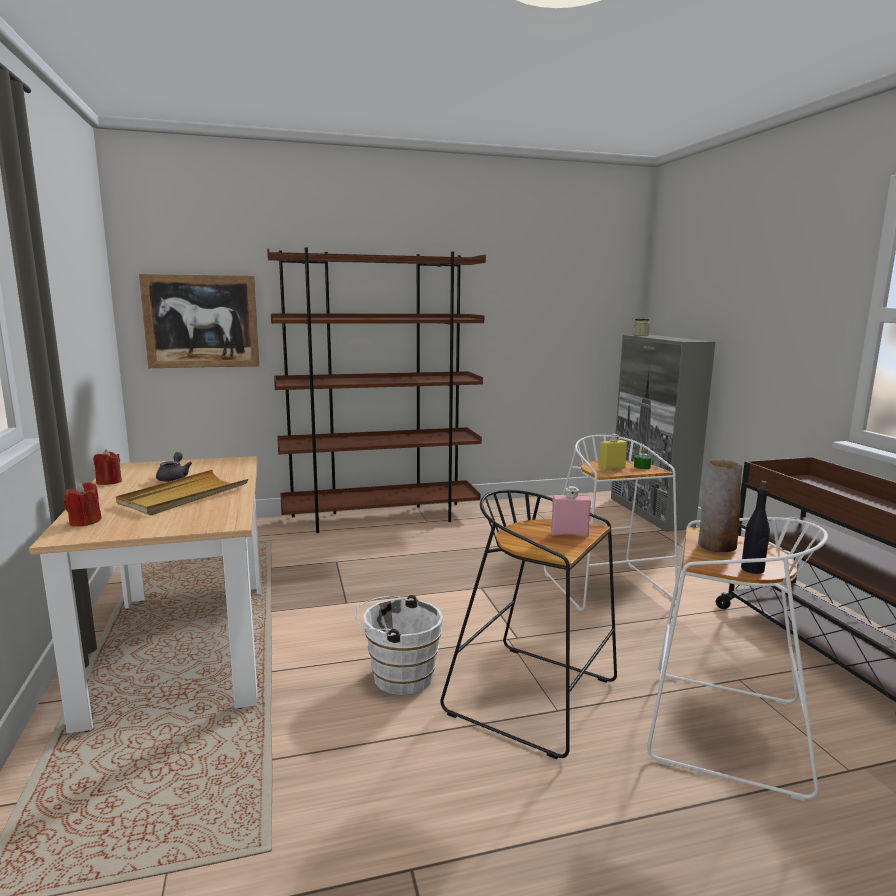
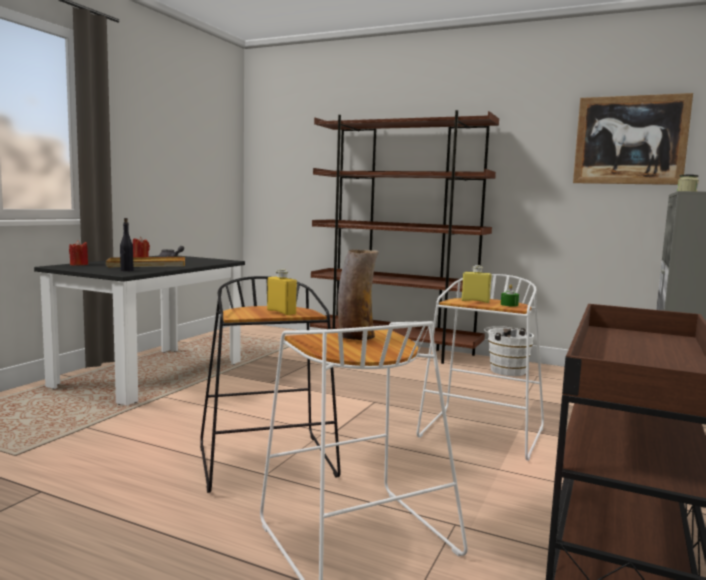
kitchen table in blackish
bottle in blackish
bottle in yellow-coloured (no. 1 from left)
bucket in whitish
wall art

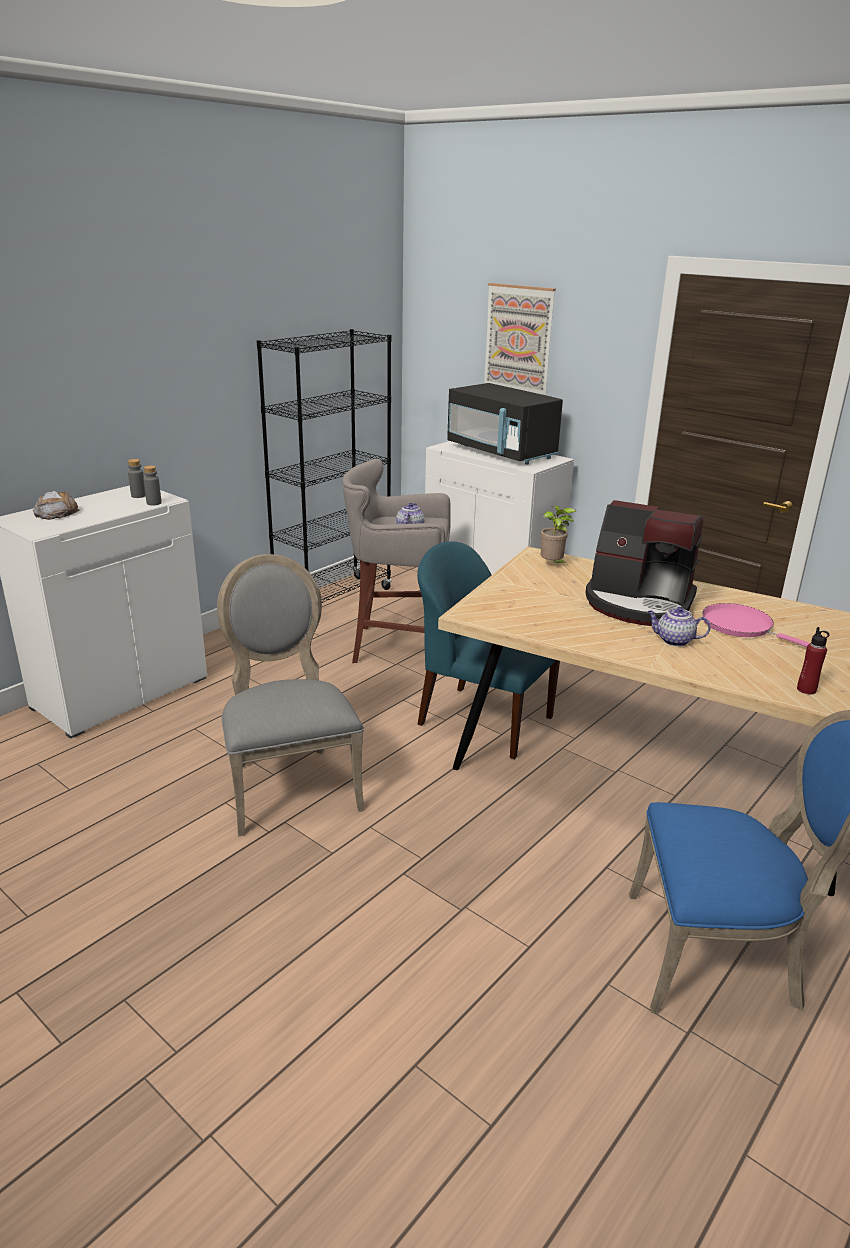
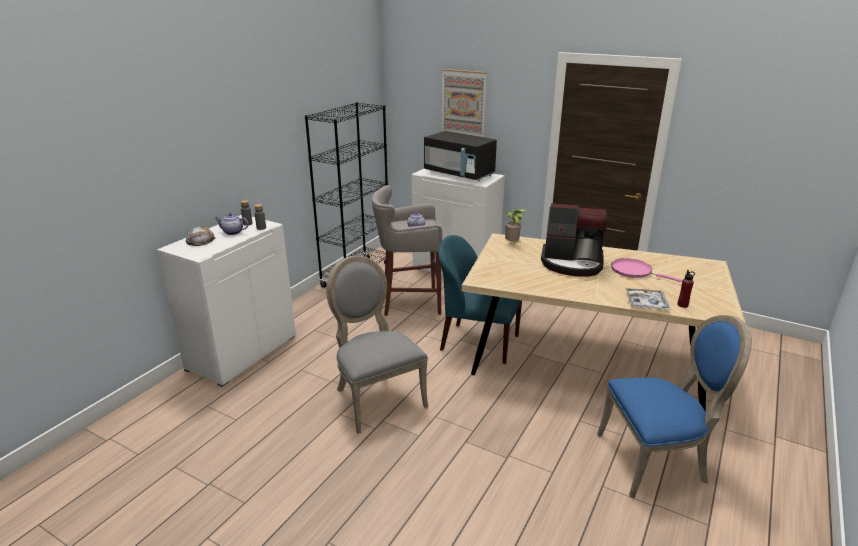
pot for tea (no. 1 from left)
tray

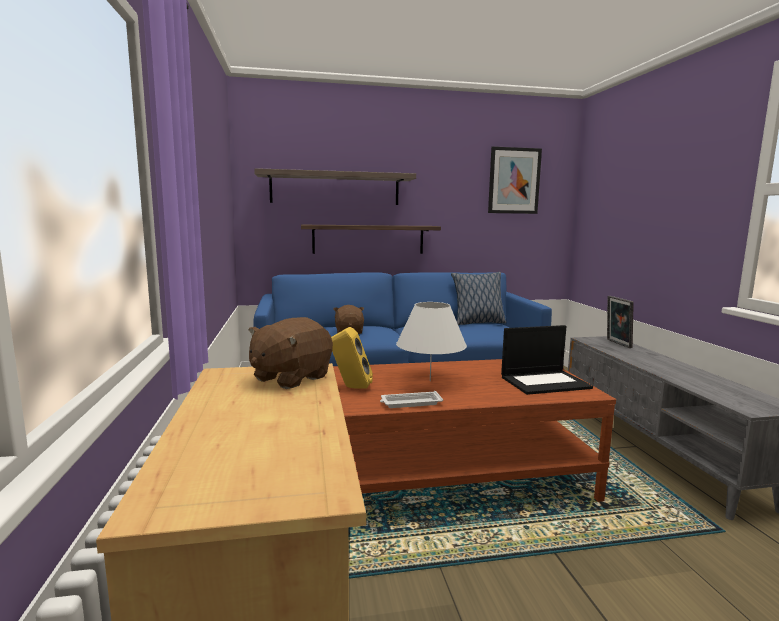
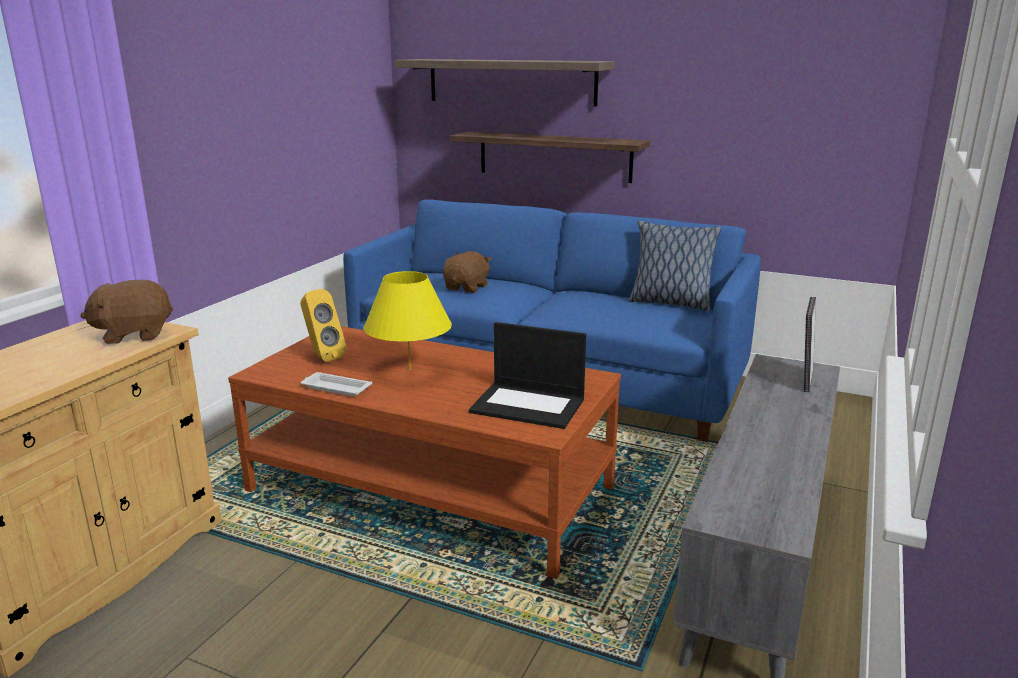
table lamp in yellow-coloured
wall art

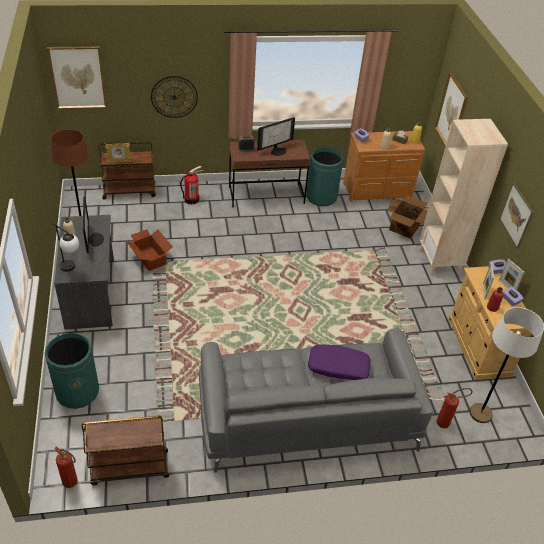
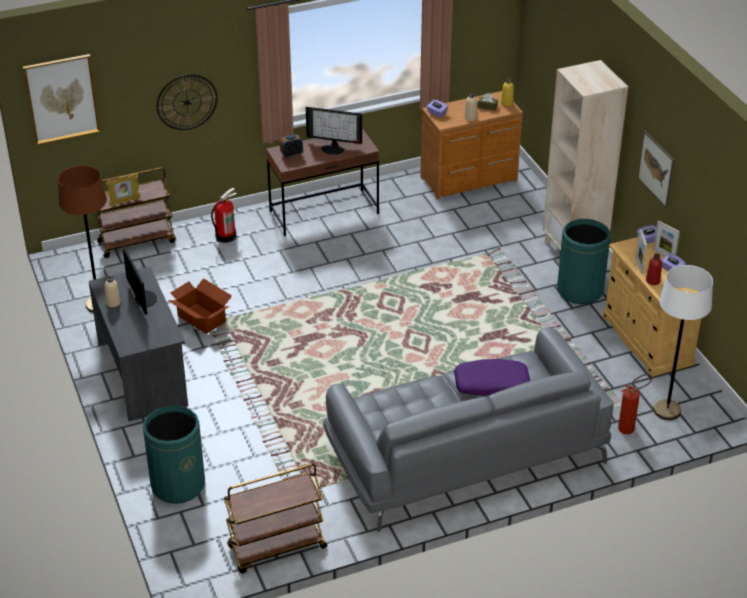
monitor (no. 2 from left)
waste bin in green (no. 2 from left)
table lamp
fire-fighting cylinder (no. 1 from left in the first image)
carton (no. 2 from left in the first image)
wall art (no. 2 from left in the first image)

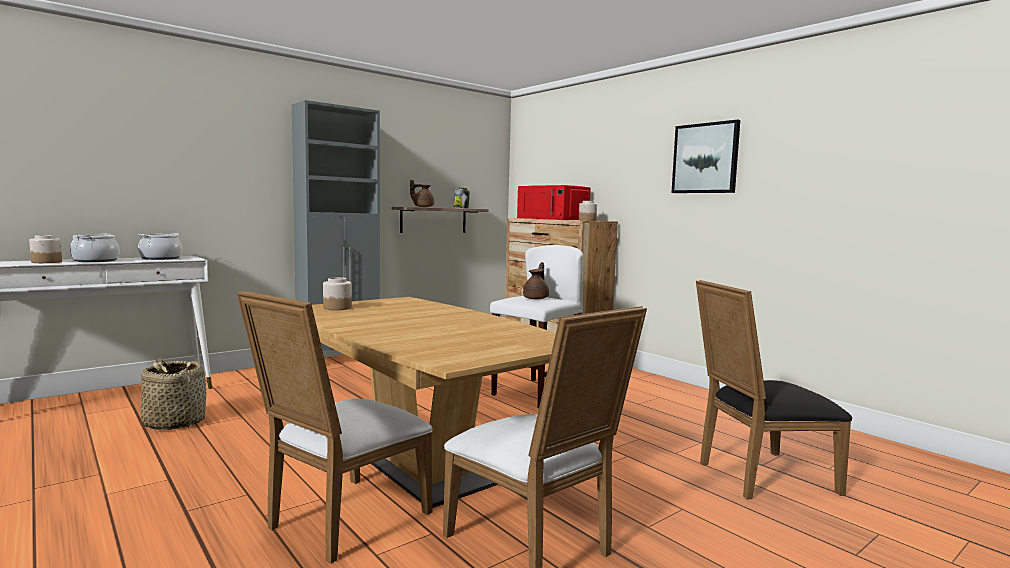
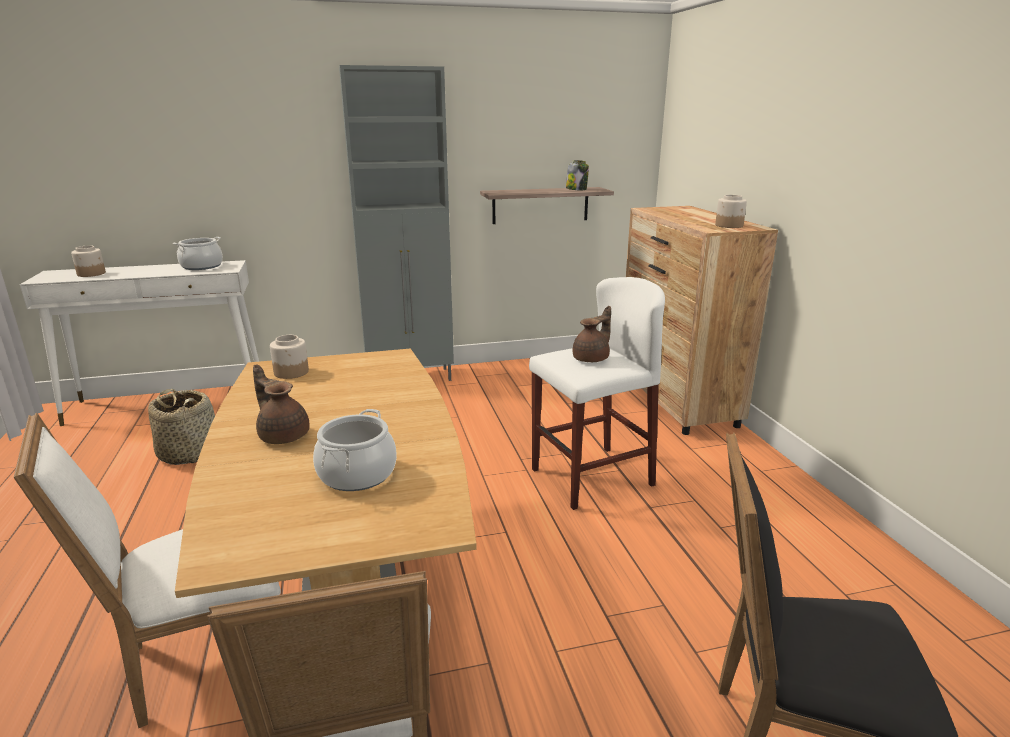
pot for tea in brown-coloured (no. 1 from left)
stockpot (no. 2 from left)
microwave in red
wall art

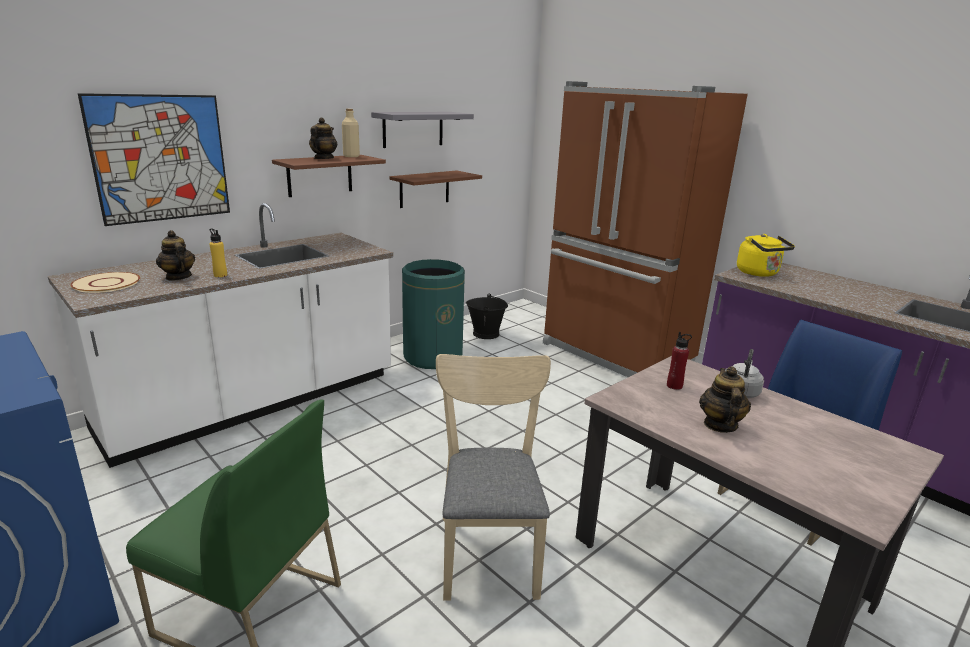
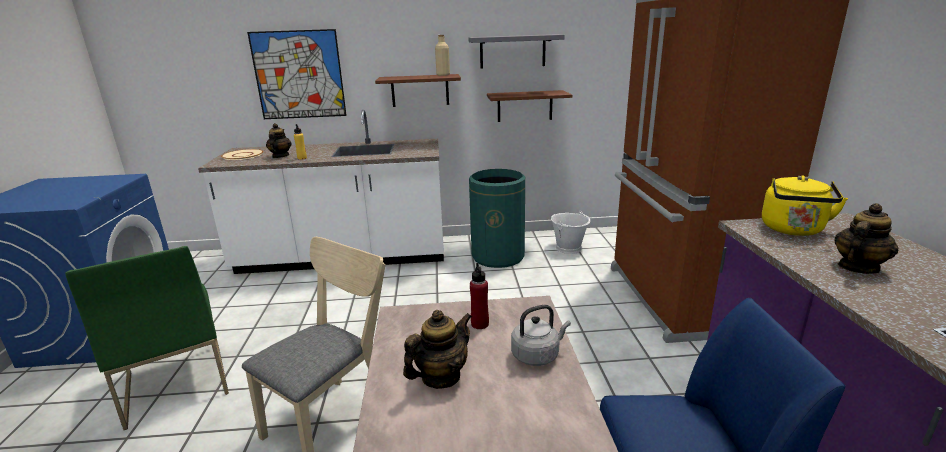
bucket in whitish
pot for tea (no. 3 from left)

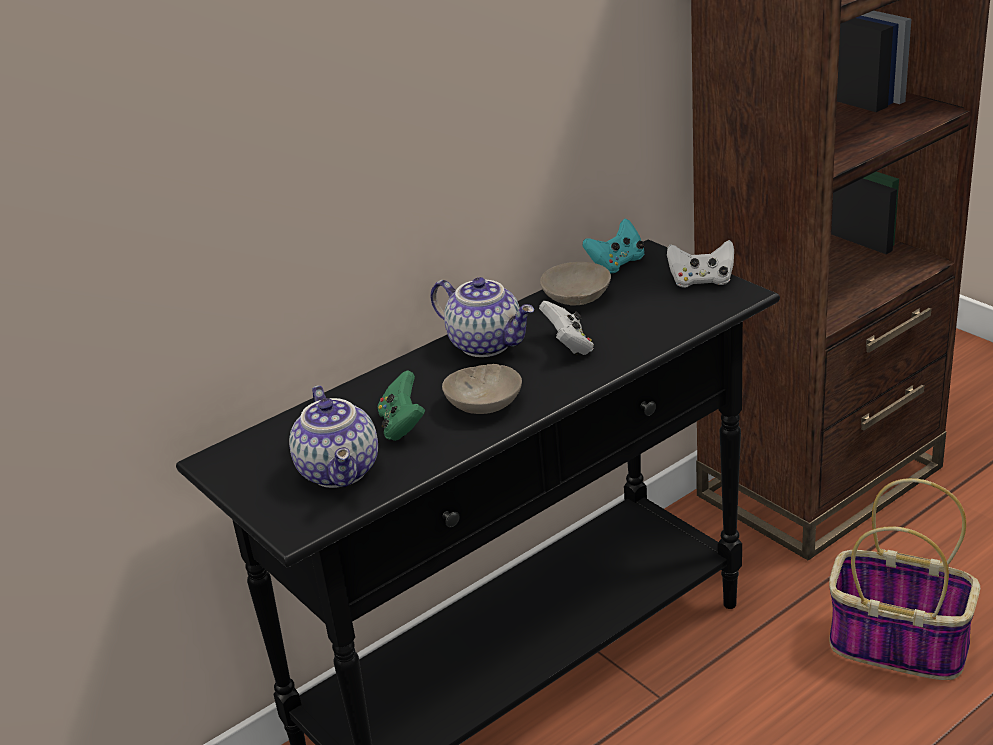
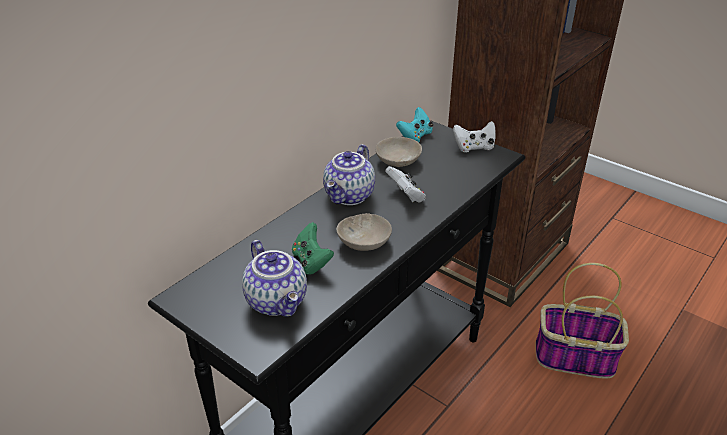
pot for tea (no. 2 from left)

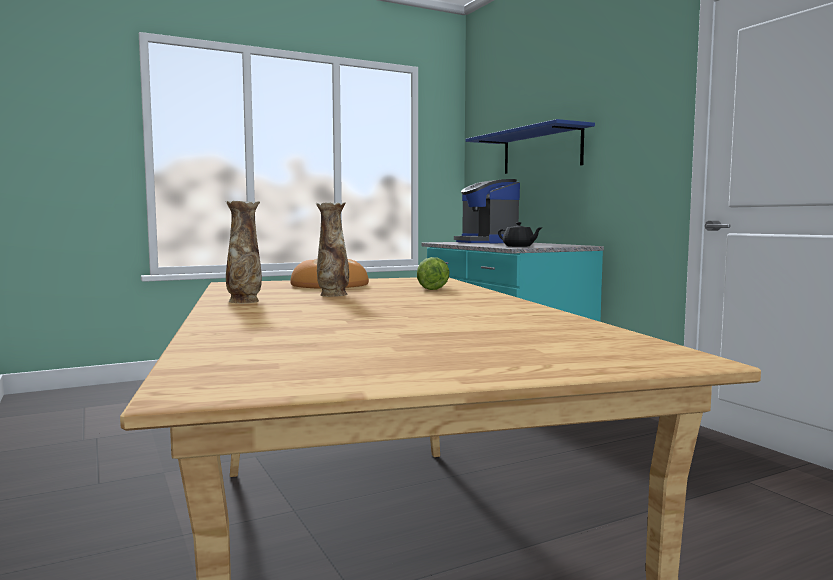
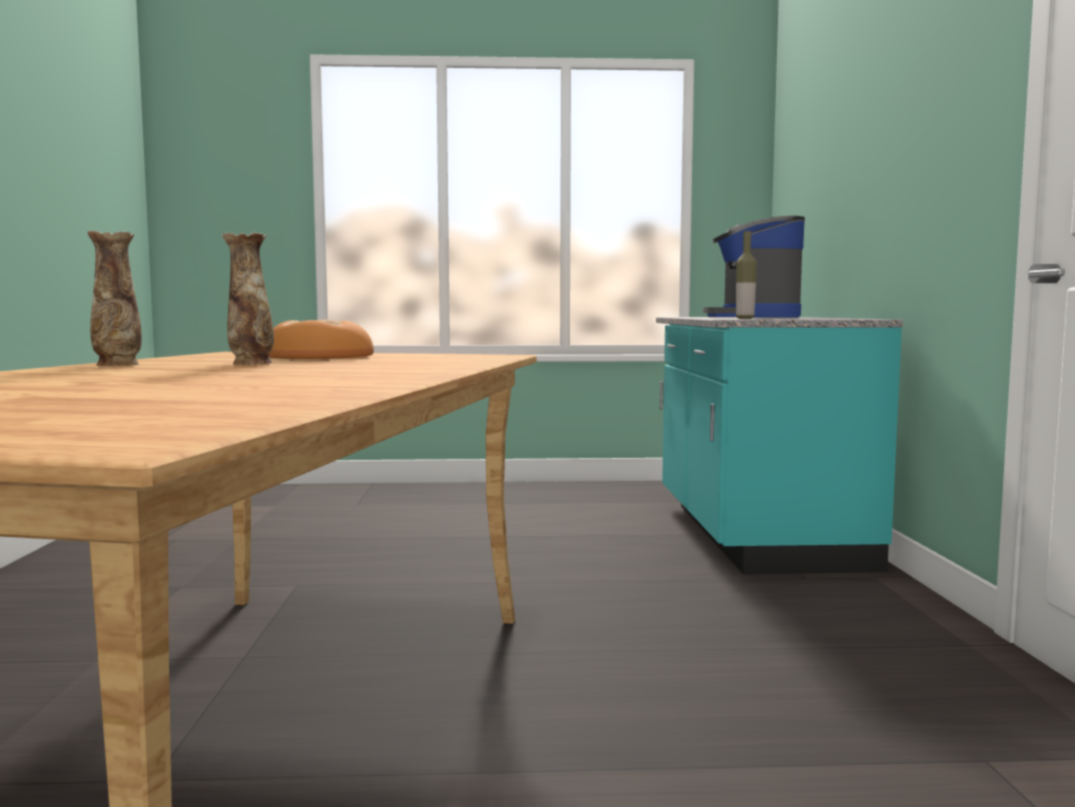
bottle
head of lettuce
shelf in blue-coloured

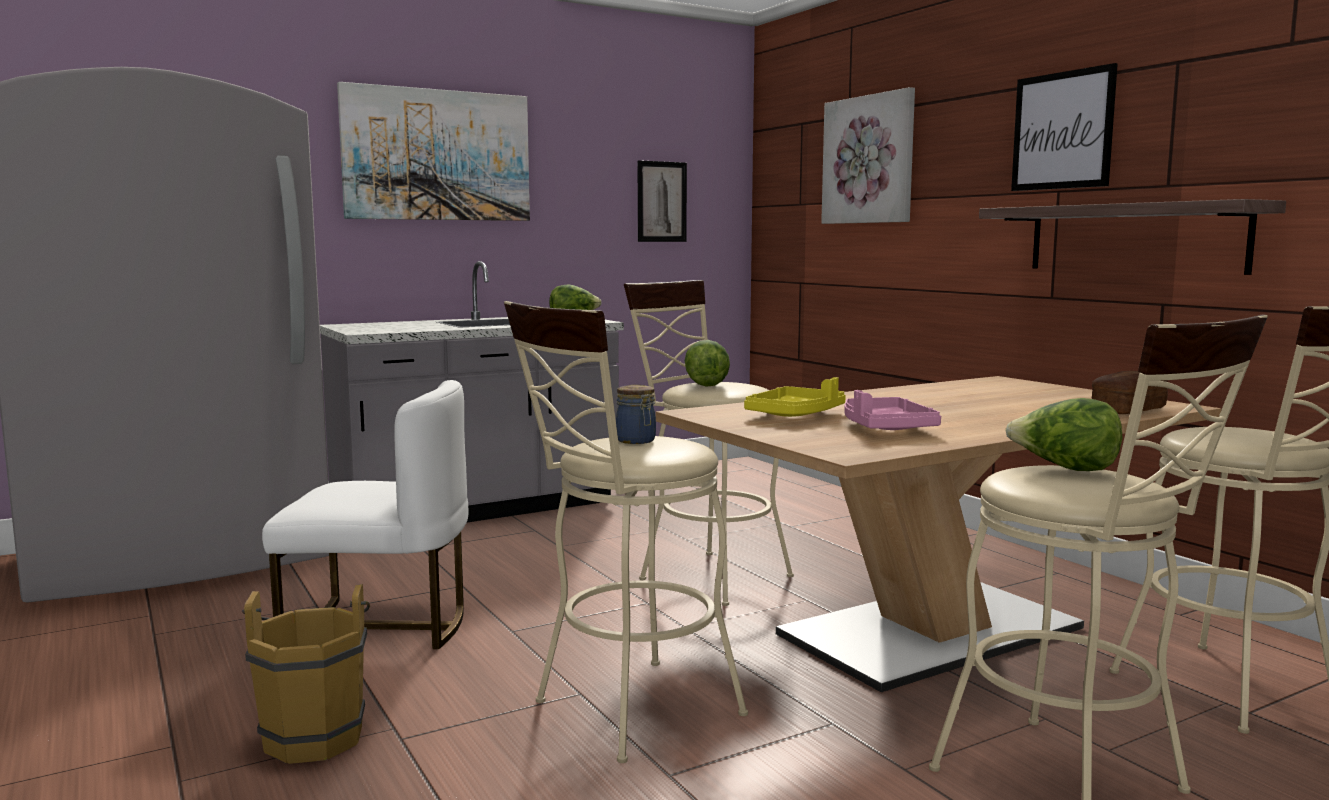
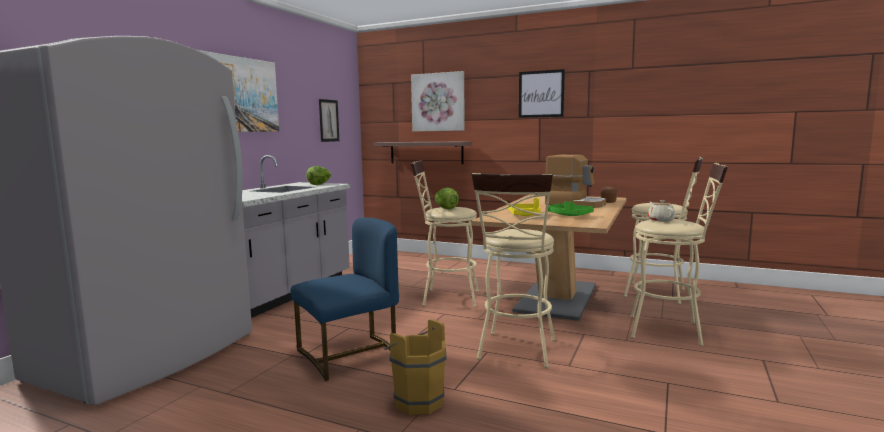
plain chair in blue-coloured
shelf
coffee brewer
tray in green
pot for tea in beige
storage jar

